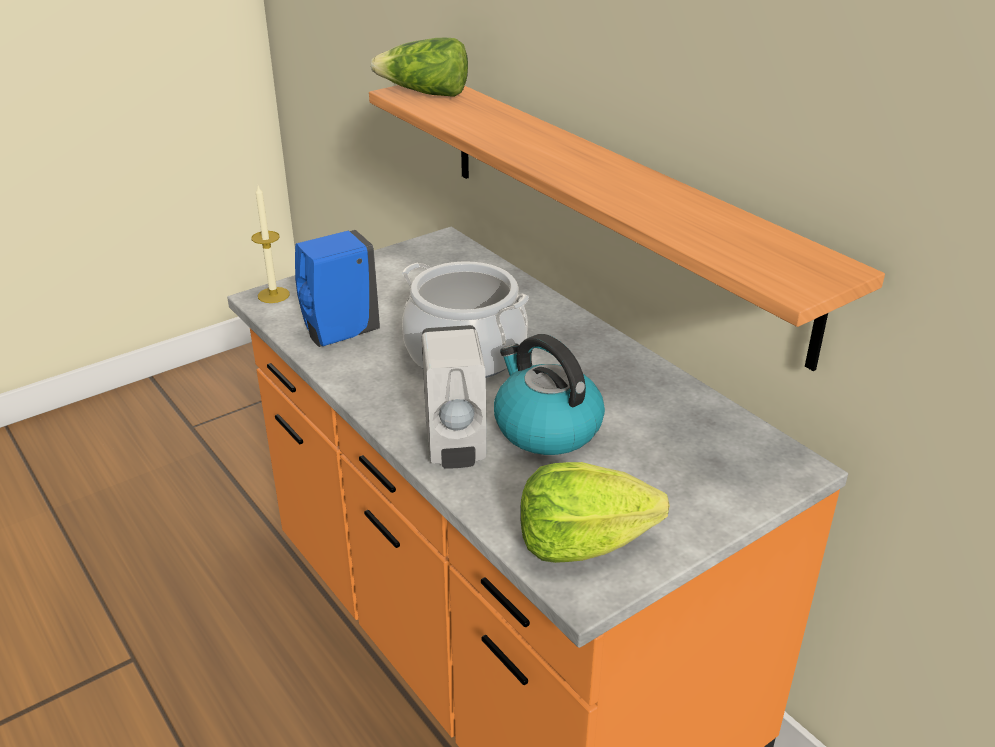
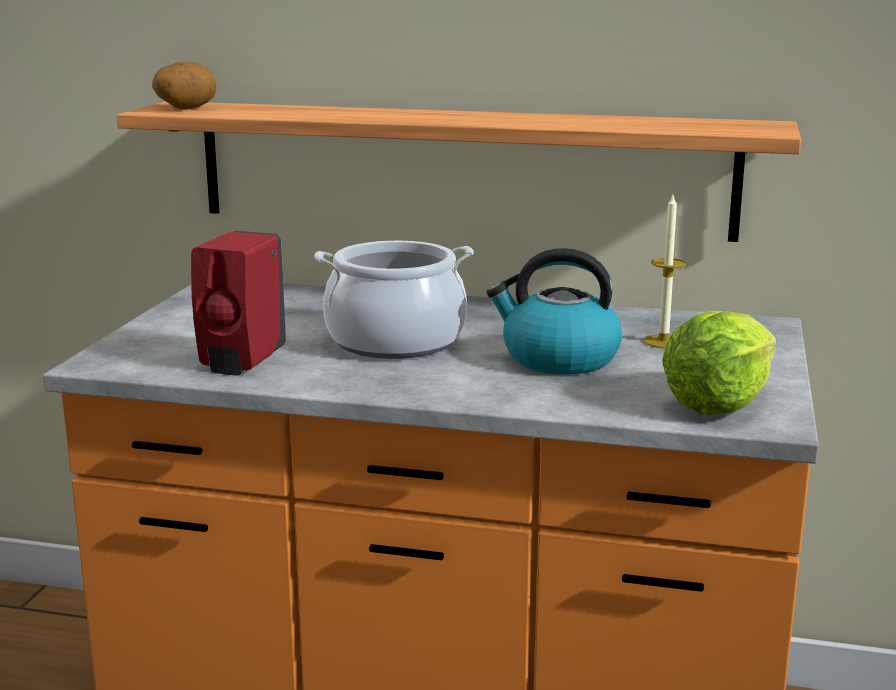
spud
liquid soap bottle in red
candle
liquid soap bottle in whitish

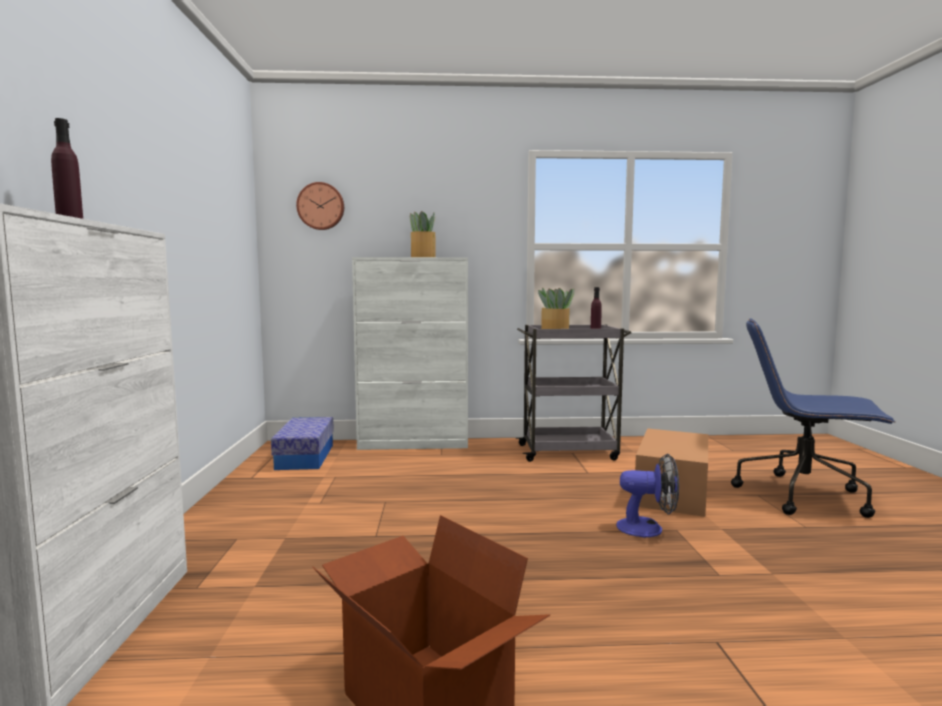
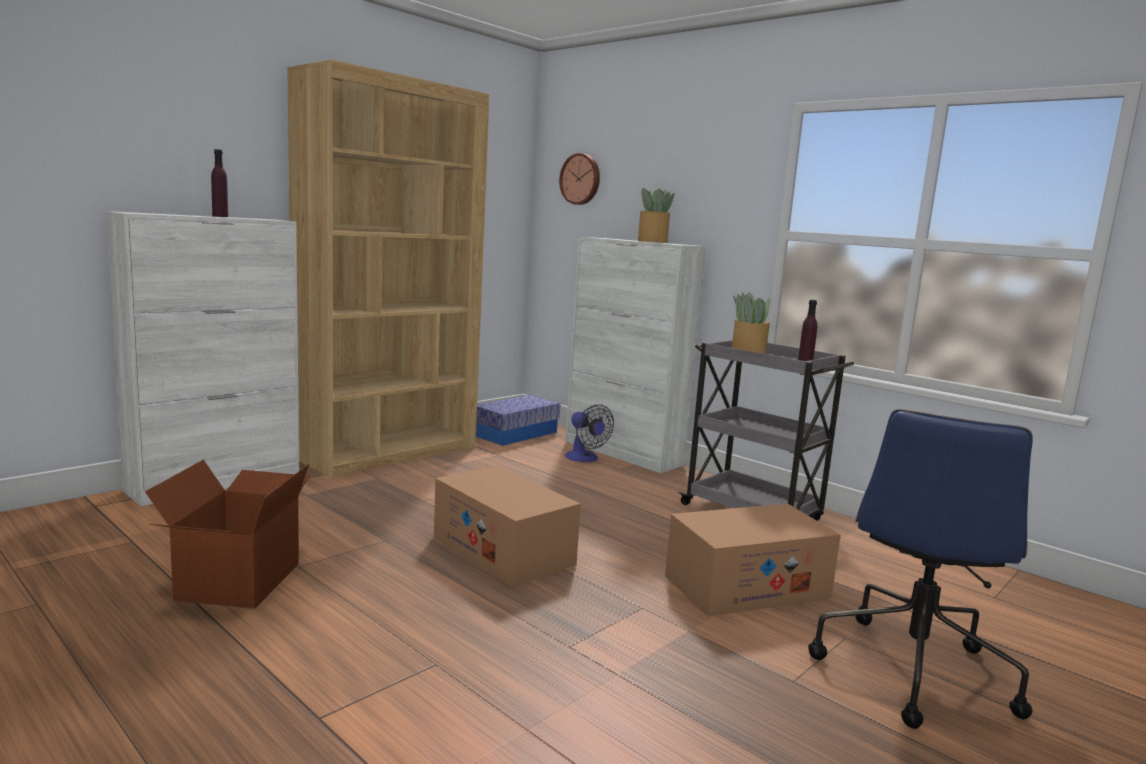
bookshelf in brown-coloured
carton (no. 2 from left)
fan
office chair in blue-coloured

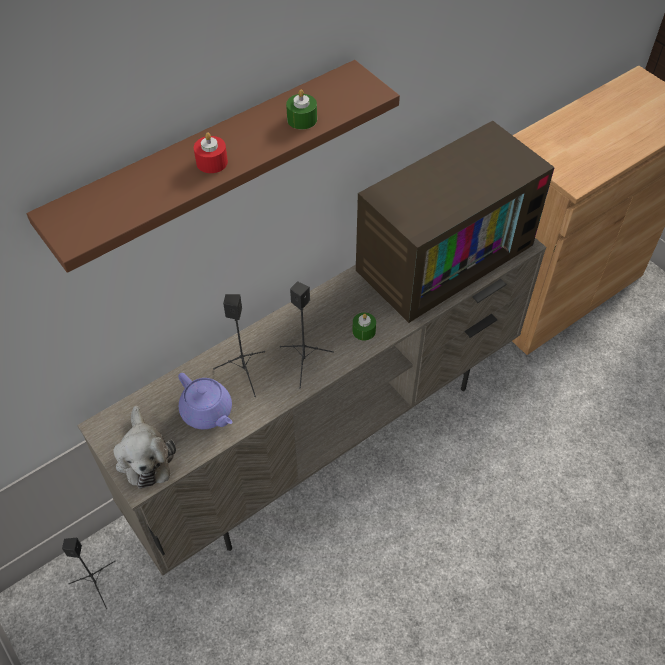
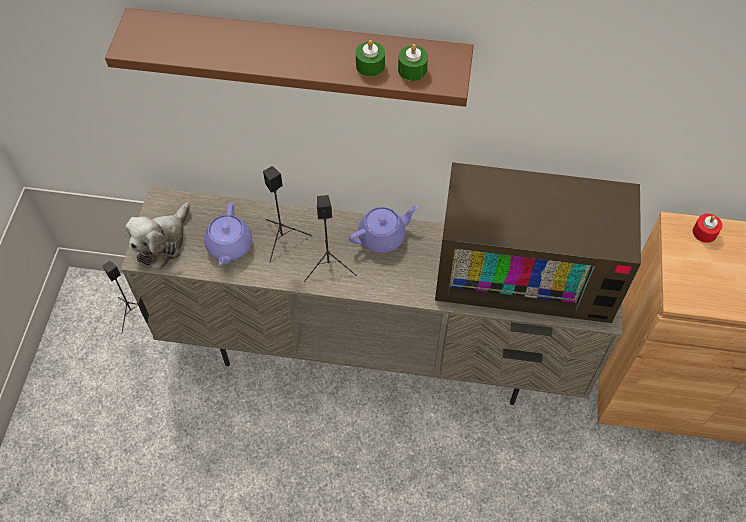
pot for tea in purplish (no. 2 from left)
candle in green (no. 2 from left)
candle in red

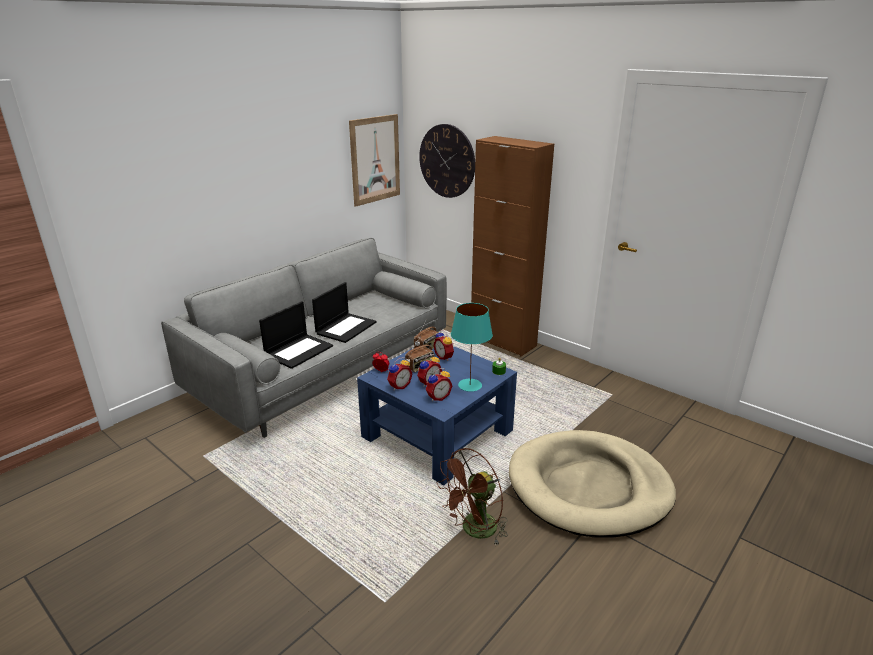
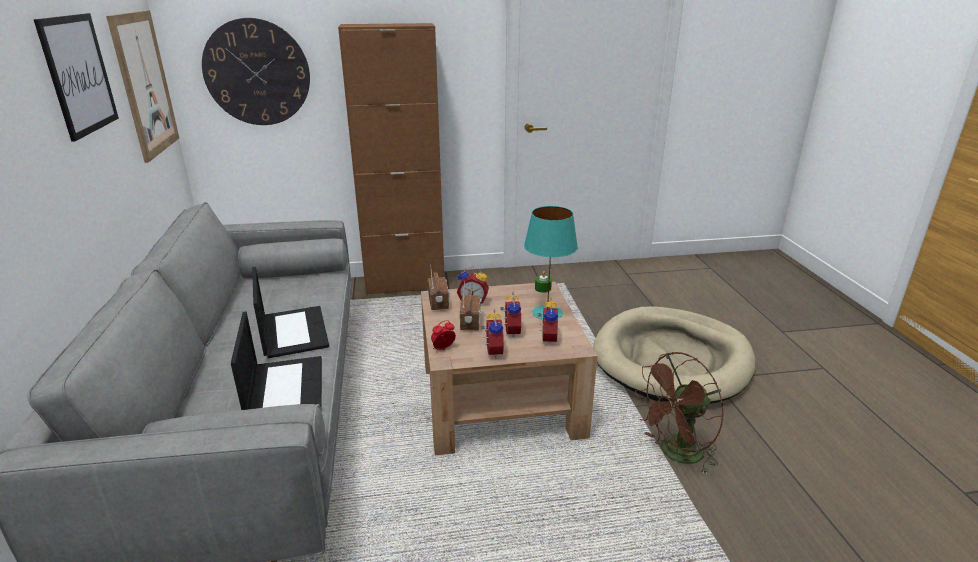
wall art (no. 1 from left)
coffee table in brown-coloured
fan in brown-coloured

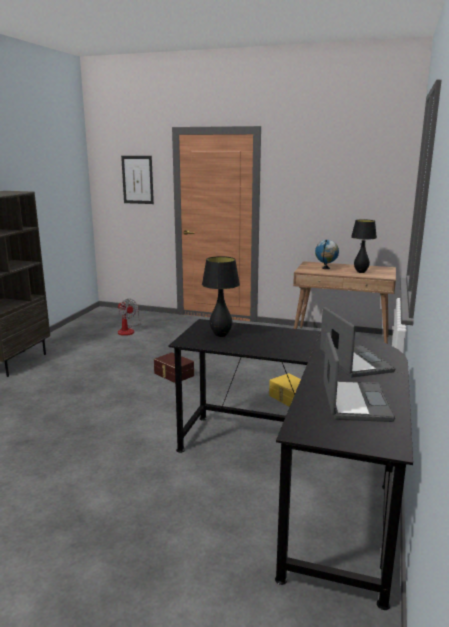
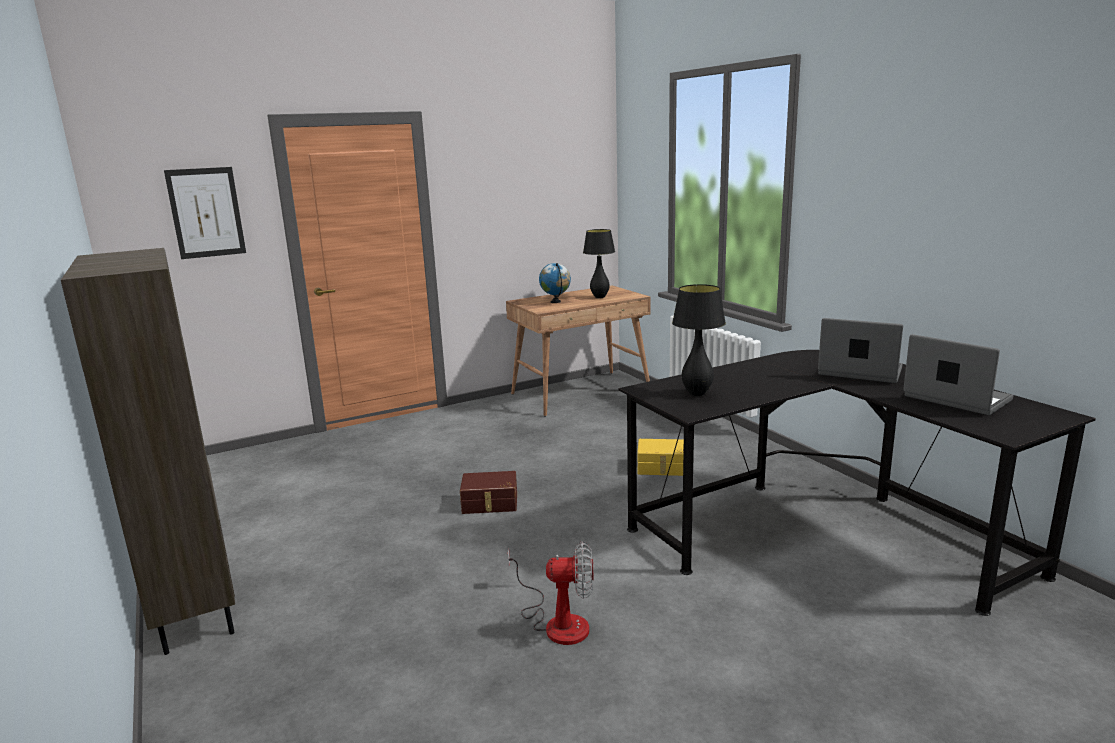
fan

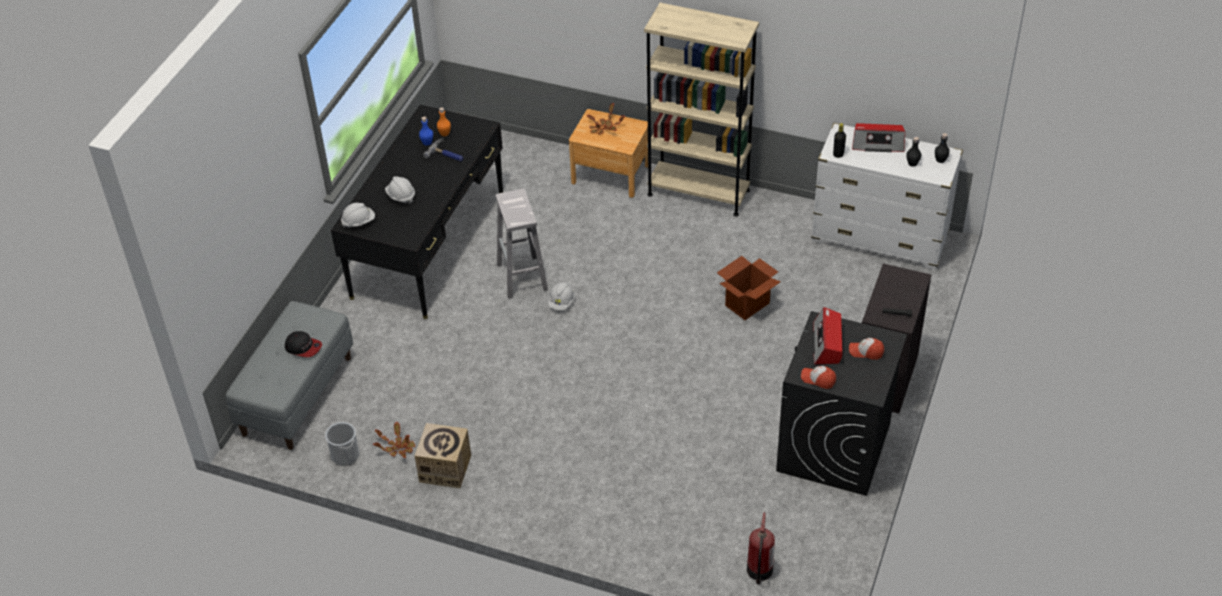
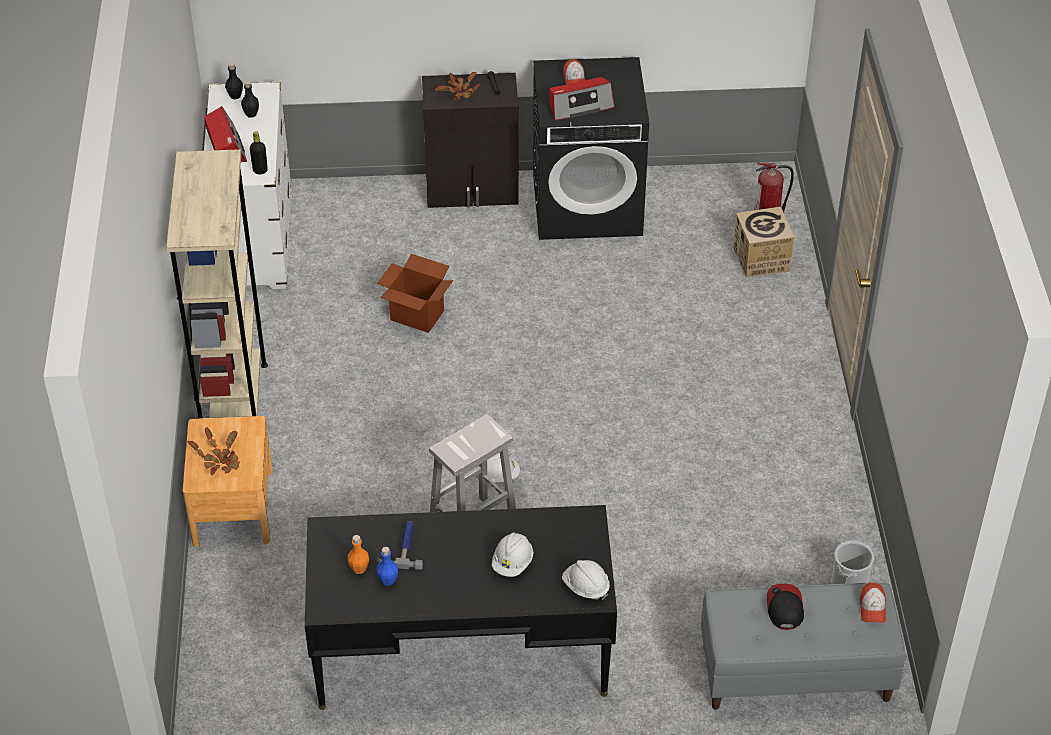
plant in a pot (no. 2 from left)
carton (no. 2 from left)
cap (no. 3 from left)

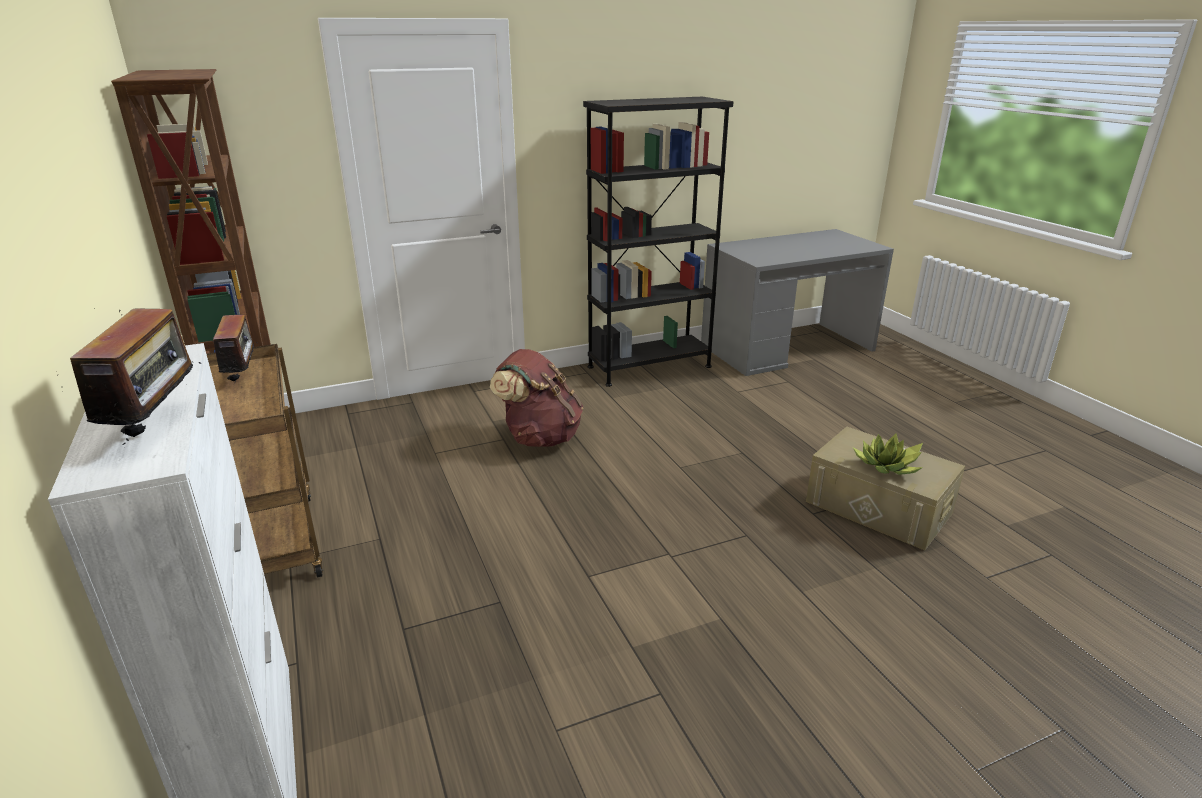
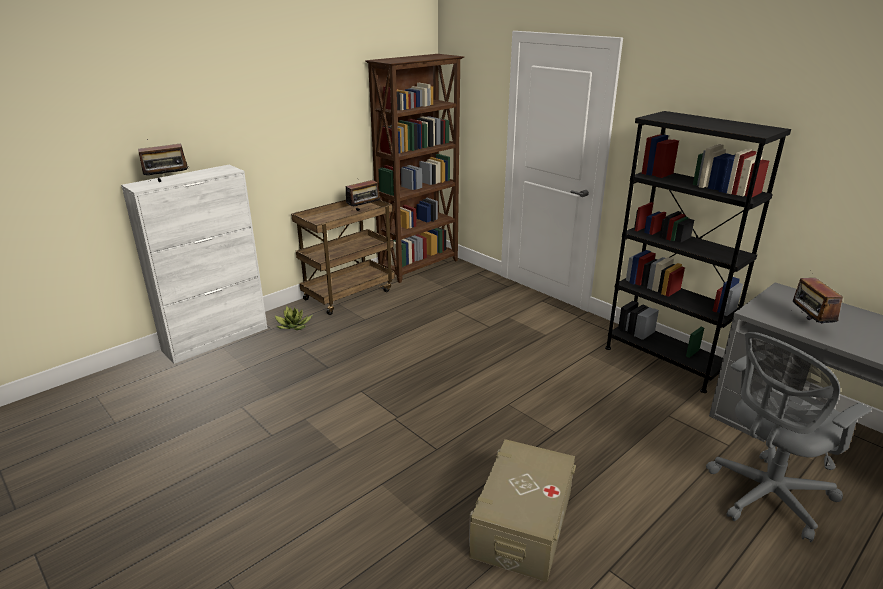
plant in a pot
office chair in greyish
radio (no. 3 from left)
rucksack in brown-coloured

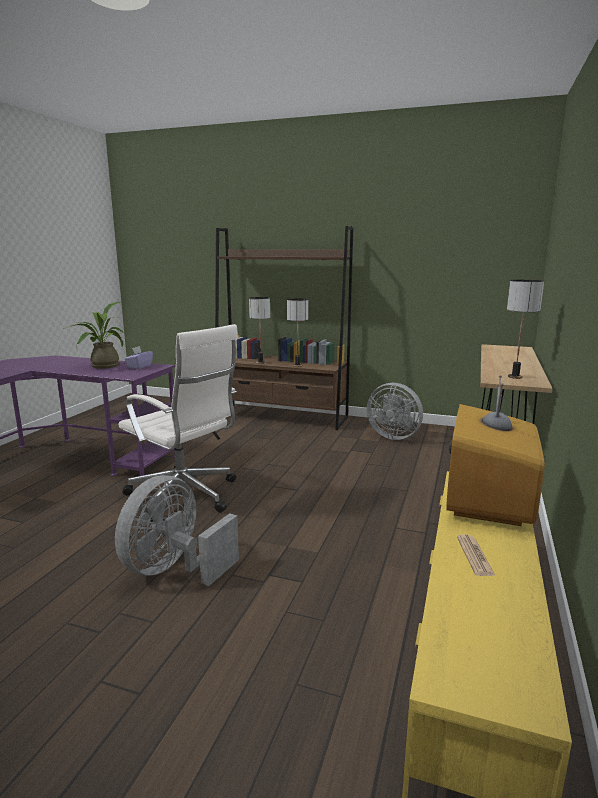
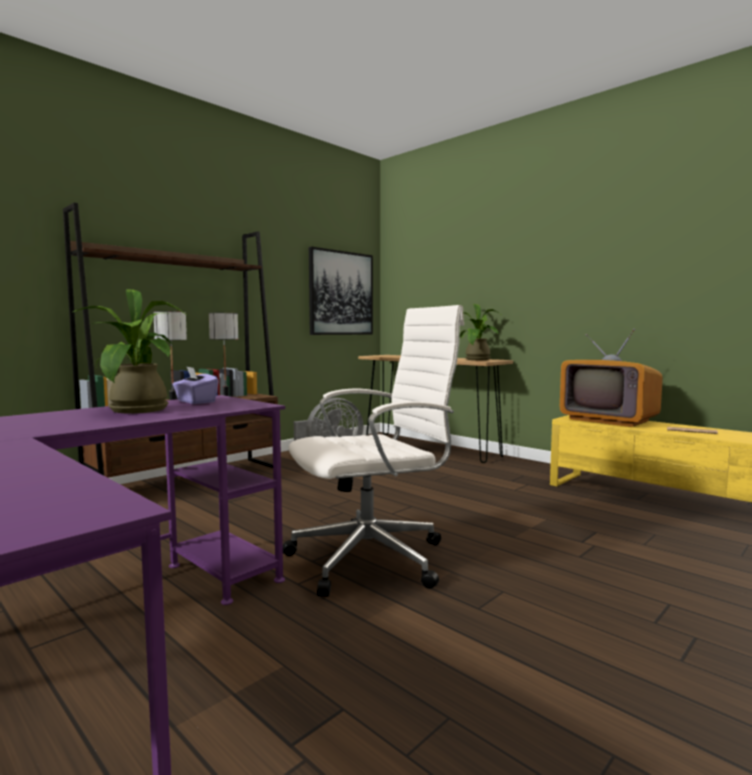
wall art
plant in a pot (no. 2 from left)
fan in greyish (no. 1 from left in the first image)

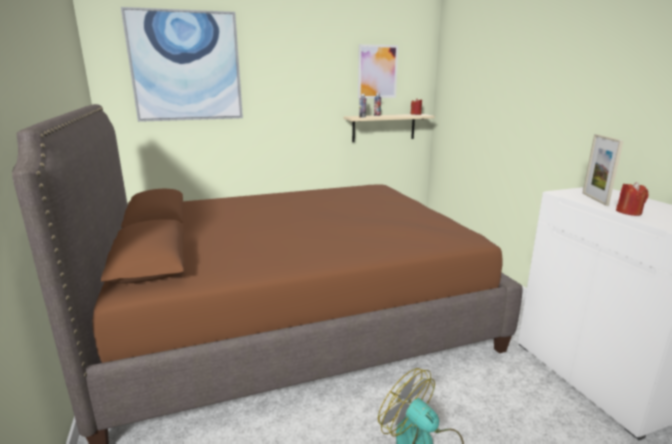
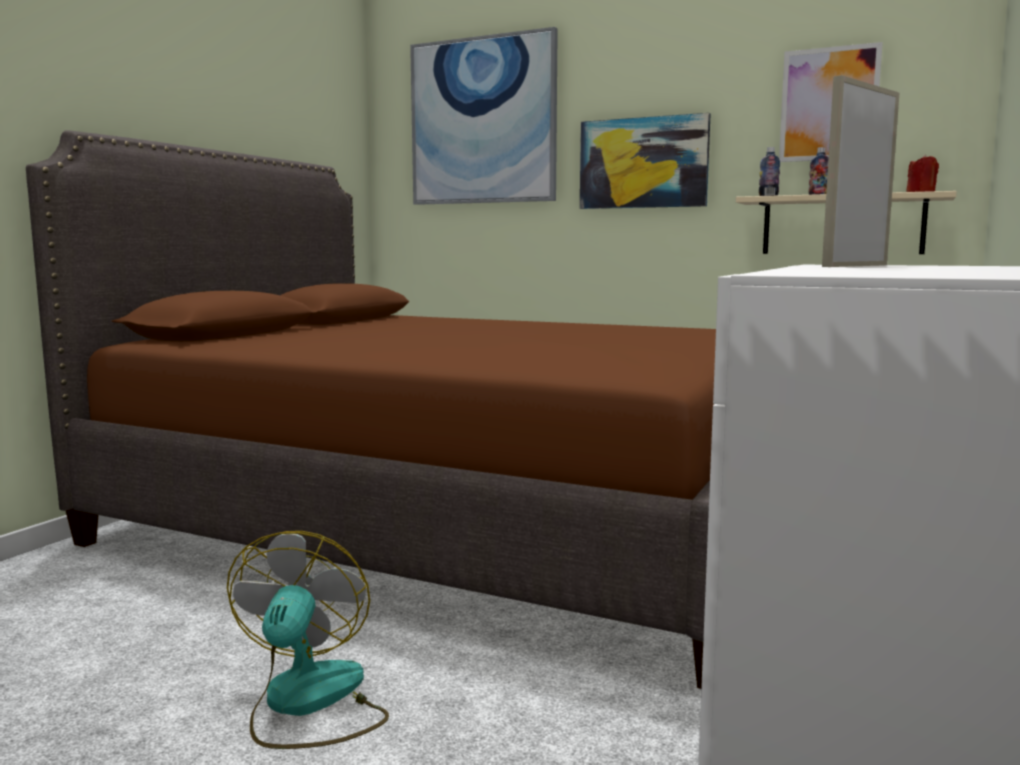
wall art (no. 2 from left)
candle in red (no. 2 from left in the first image)

